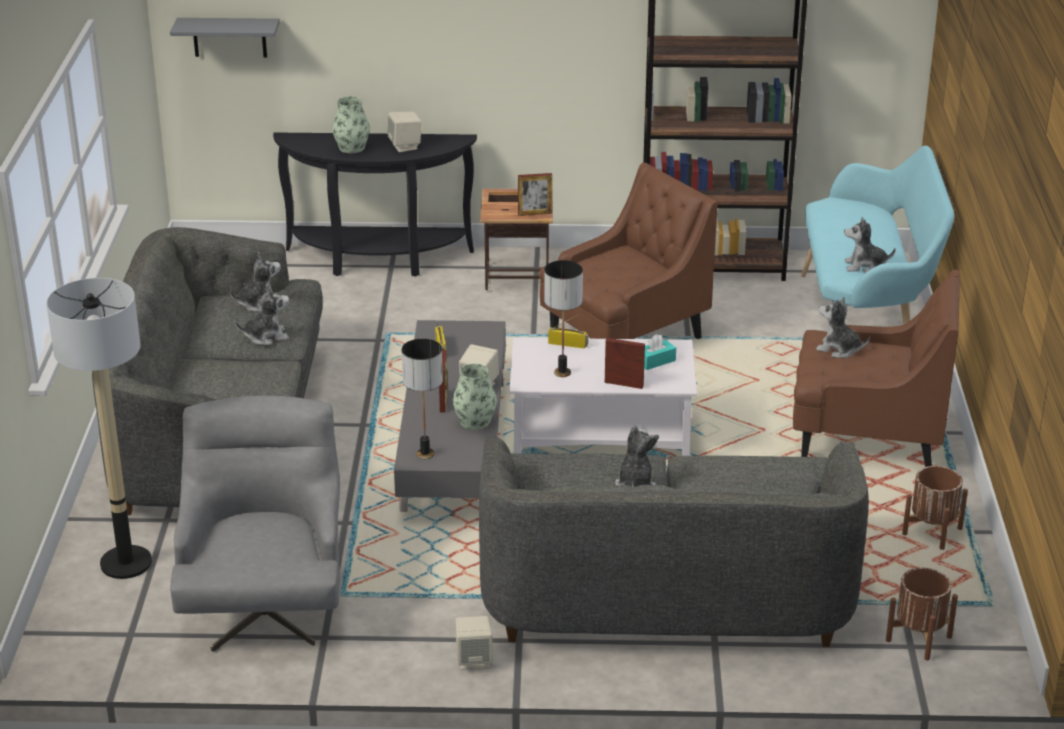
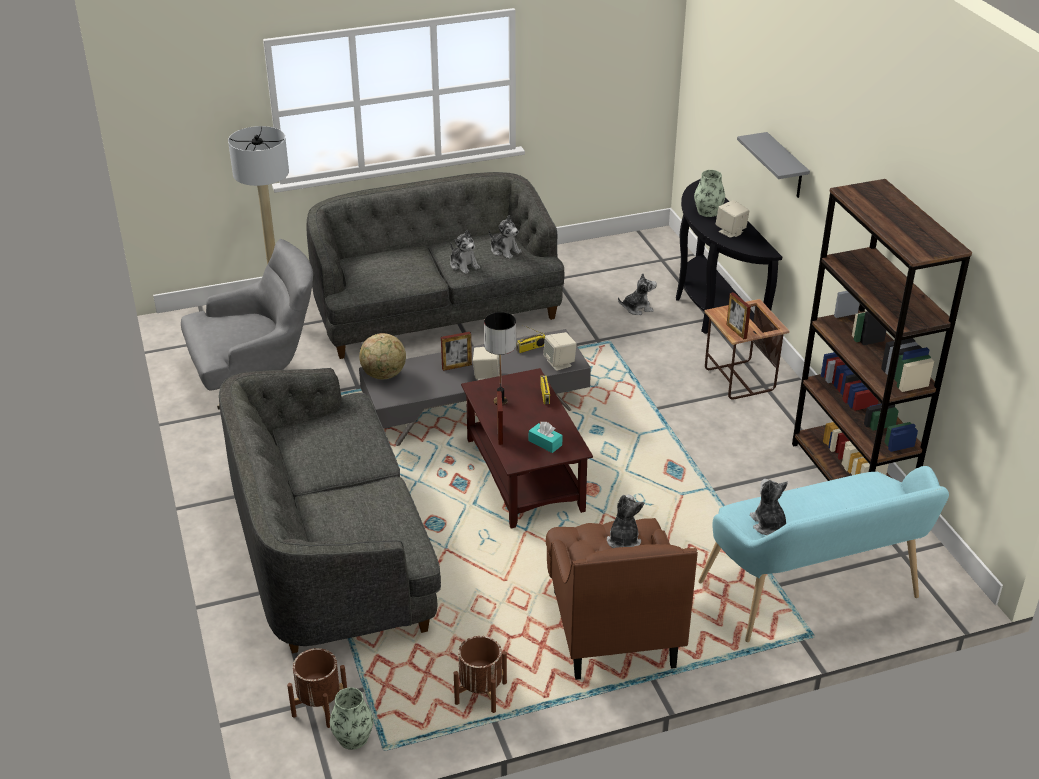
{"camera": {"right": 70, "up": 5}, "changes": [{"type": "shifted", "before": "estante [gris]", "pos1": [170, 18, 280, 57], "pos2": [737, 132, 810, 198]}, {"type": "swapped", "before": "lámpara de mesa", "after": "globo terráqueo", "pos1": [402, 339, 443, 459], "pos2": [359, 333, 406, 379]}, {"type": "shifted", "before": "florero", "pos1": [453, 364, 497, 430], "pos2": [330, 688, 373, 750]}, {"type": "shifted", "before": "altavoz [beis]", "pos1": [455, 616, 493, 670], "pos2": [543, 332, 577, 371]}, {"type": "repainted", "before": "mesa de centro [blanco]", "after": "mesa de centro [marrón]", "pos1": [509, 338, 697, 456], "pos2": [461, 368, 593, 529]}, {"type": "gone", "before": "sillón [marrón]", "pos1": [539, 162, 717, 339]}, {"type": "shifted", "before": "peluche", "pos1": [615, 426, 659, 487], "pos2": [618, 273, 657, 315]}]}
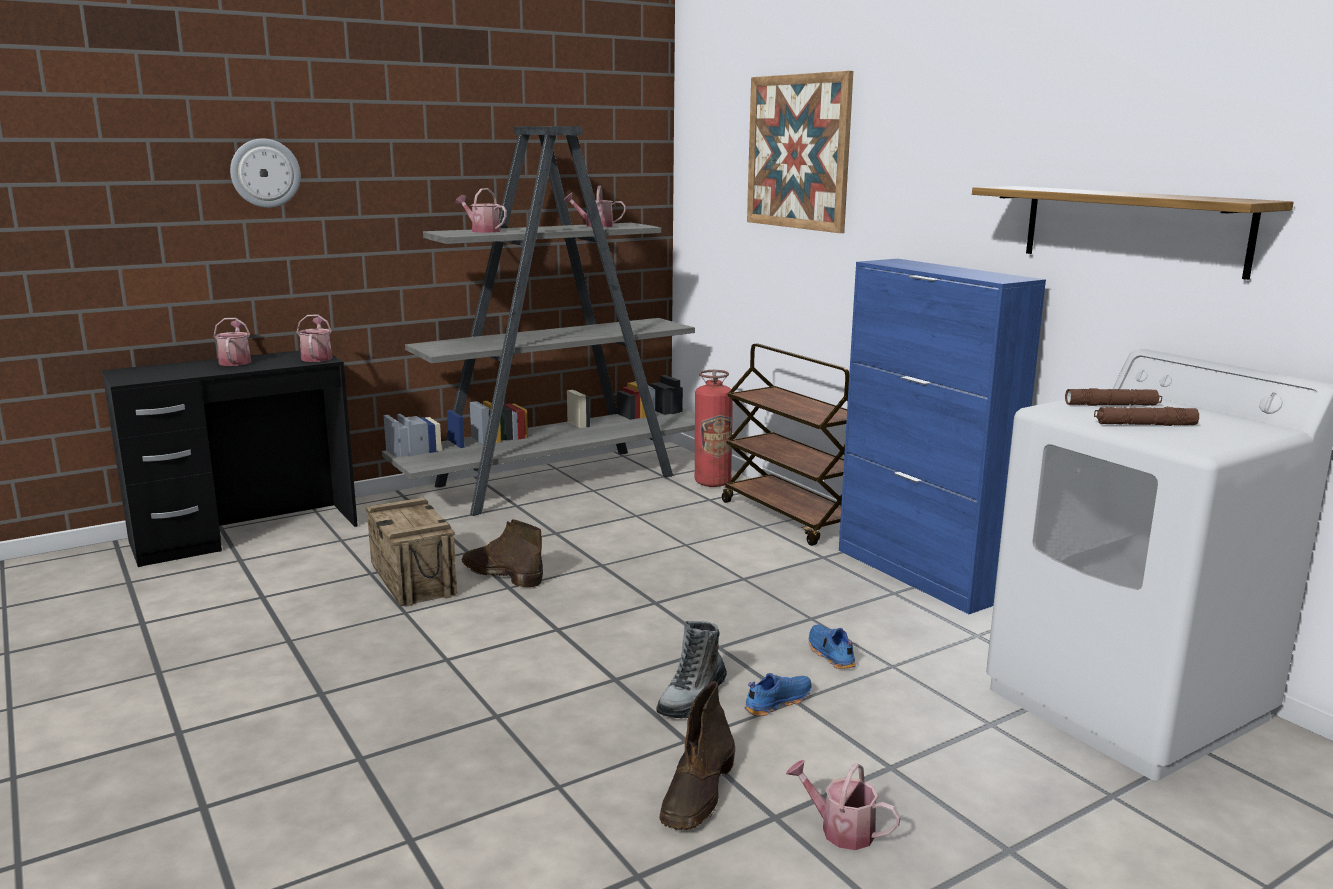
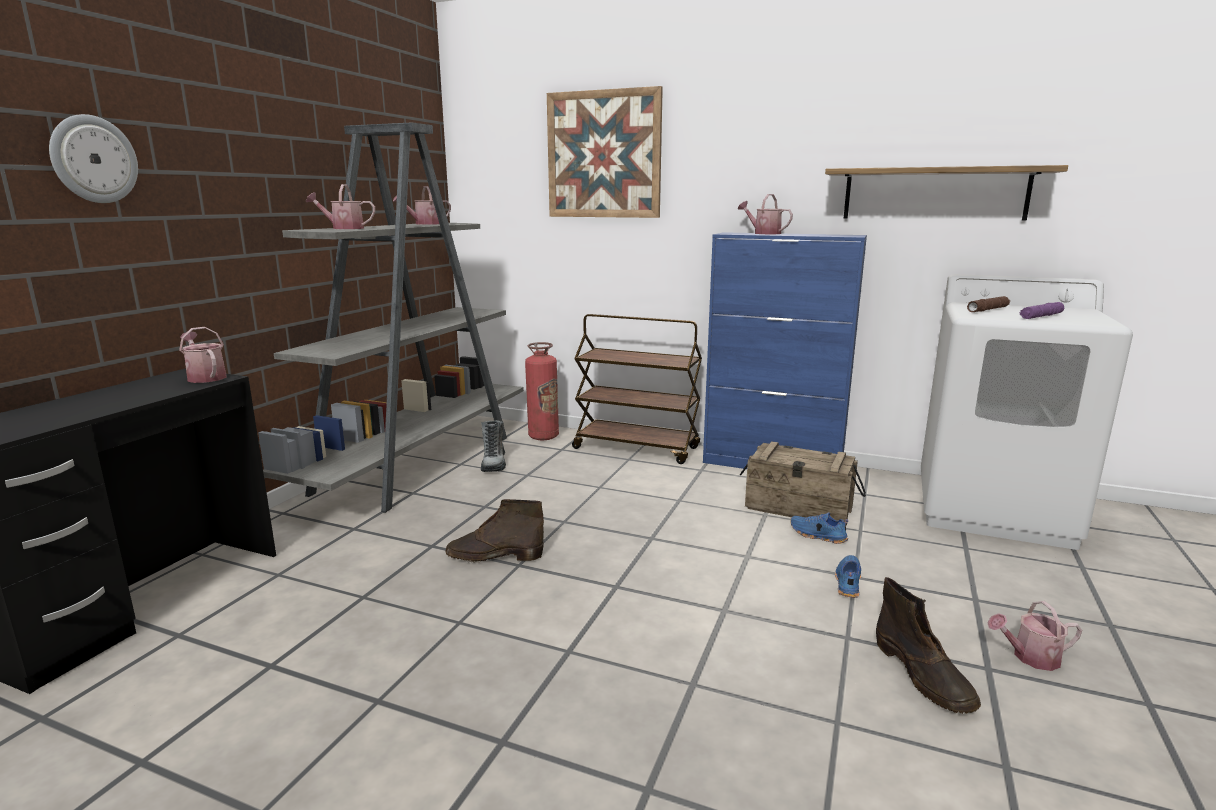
{"camera": {"right": -35, "up": 0}, "changes": [{"type": "shifted", "before": "regadera", "pos1": [213, 318, 252, 366], "pos2": [738, 194, 793, 234]}, {"type": "shifted", "before": "caja de embalaje", "pos1": [365, 497, 457, 606], "pos2": [740, 441, 866, 526]}, {"type": "shifted", "before": "bota", "pos1": [656, 621, 727, 719], "pos2": [481, 420, 506, 472]}, {"type": "repainted", "before": "linterna [marrón]", "after": "linterna [morado]", "pos1": [1094, 407, 1199, 426], "pos2": [1020, 302, 1064, 319]}]}
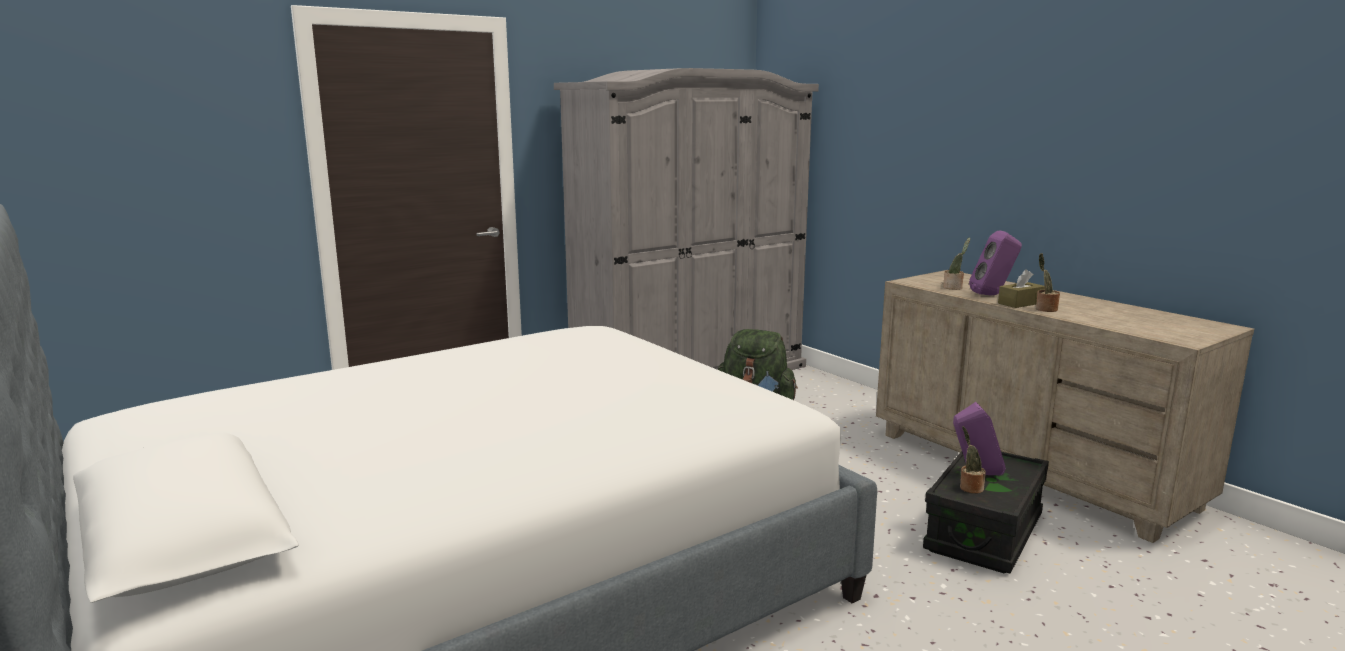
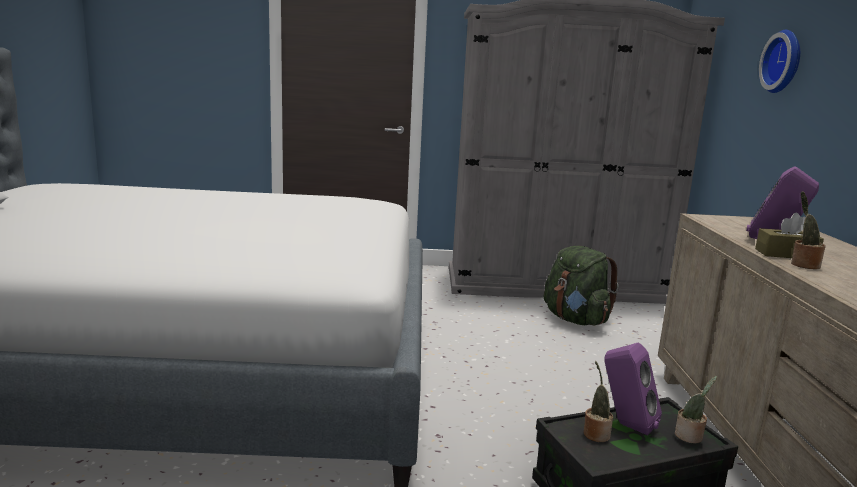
{"camera": {"right": 35, "up": 0}, "changes": [{"type": "shifted", "before": "planta en maceta", "pos1": [943, 237, 970, 290], "pos2": [675, 376, 717, 444]}, {"type": "new", "after": "reloj de pared", "pos2": [759, 30, 800, 93]}]}
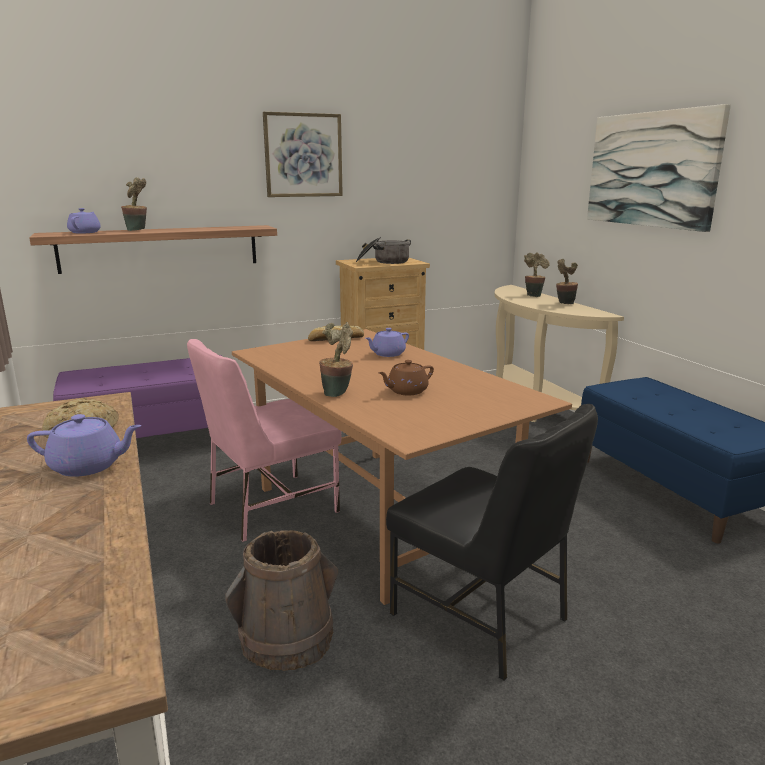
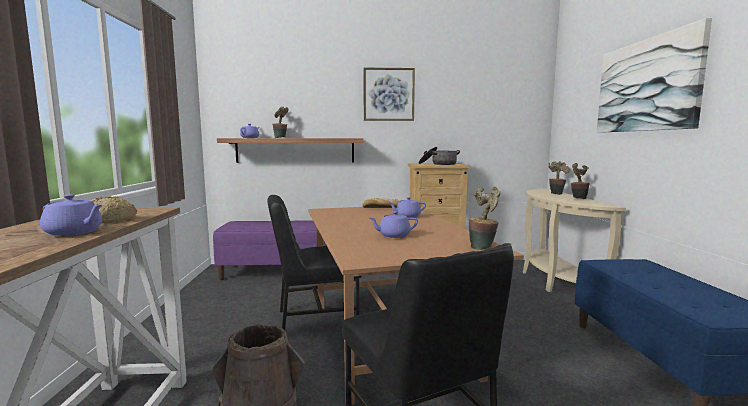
{"camera": {"right": 20, "up": -10}, "changes": [{"type": "repainted", "before": "silla [rosa]", "after": "silla [negro]", "pos1": [187, 339, 342, 542], "pos2": [267, 195, 361, 330]}, {"type": "shifted", "before": "planta en maceta", "pos1": [319, 322, 353, 397], "pos2": [469, 187, 500, 250]}, {"type": "repainted", "before": "tetera [marrón]", "after": "tetera [morado]", "pos1": [378, 360, 434, 395], "pos2": [369, 211, 418, 238]}]}
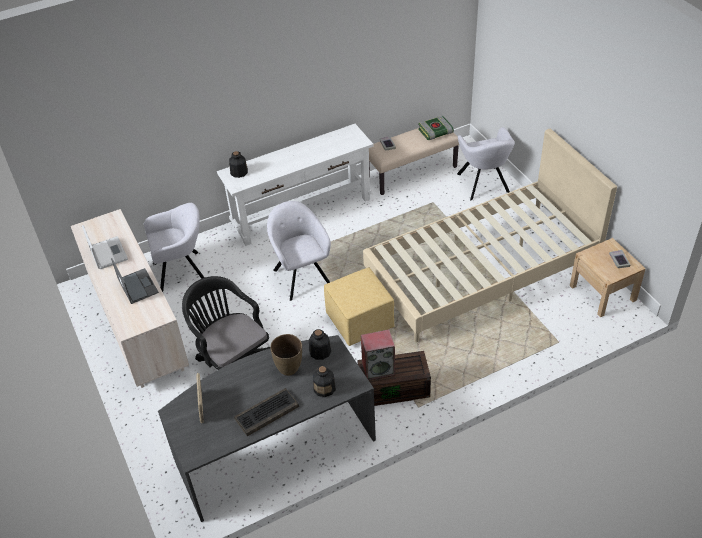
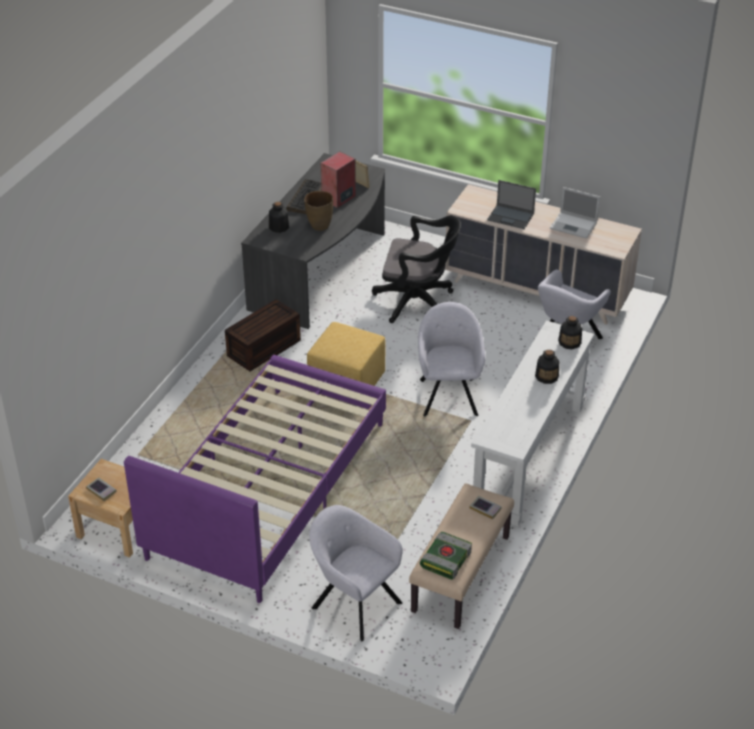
{"camera": {"right": 140, "up": -5}, "changes": [{"type": "rotated", "before": "sillón [gris]", "pos1": [267, 201, 331, 301], "pos2": [418, 302, 485, 416], "turn": -120}, {"type": "shifted", "before": "botella", "pos1": [309, 329, 331, 360], "pos2": [535, 350, 559, 384]}, {"type": "shifted", "before": "altavoz", "pos1": [361, 329, 395, 381], "pos2": [321, 151, 356, 208]}, {"type": "repainted", "before": "cama [beis]", "after": "cama [morado]", "pos1": [363, 129, 617, 342], "pos2": [124, 355, 386, 603]}]}
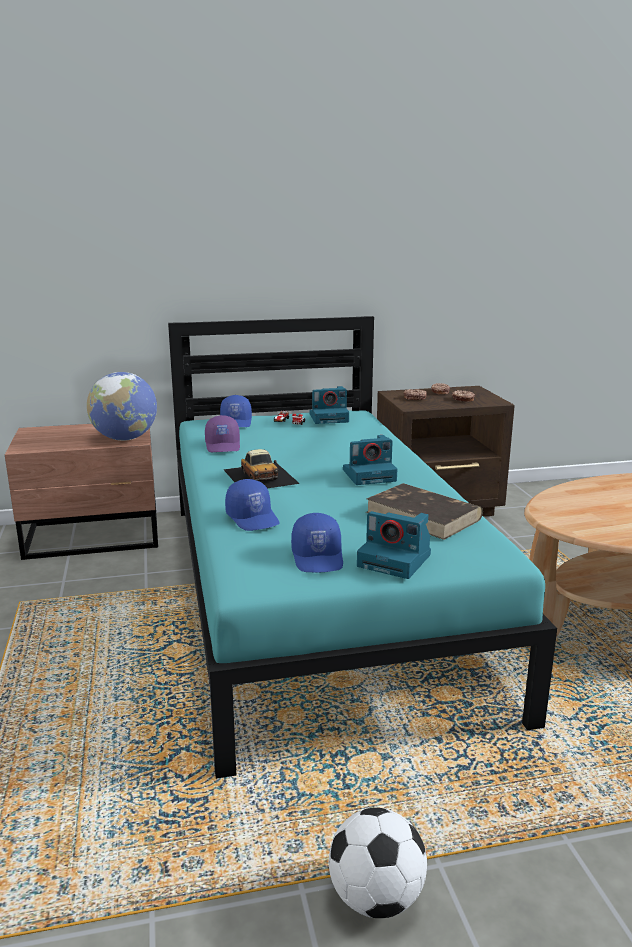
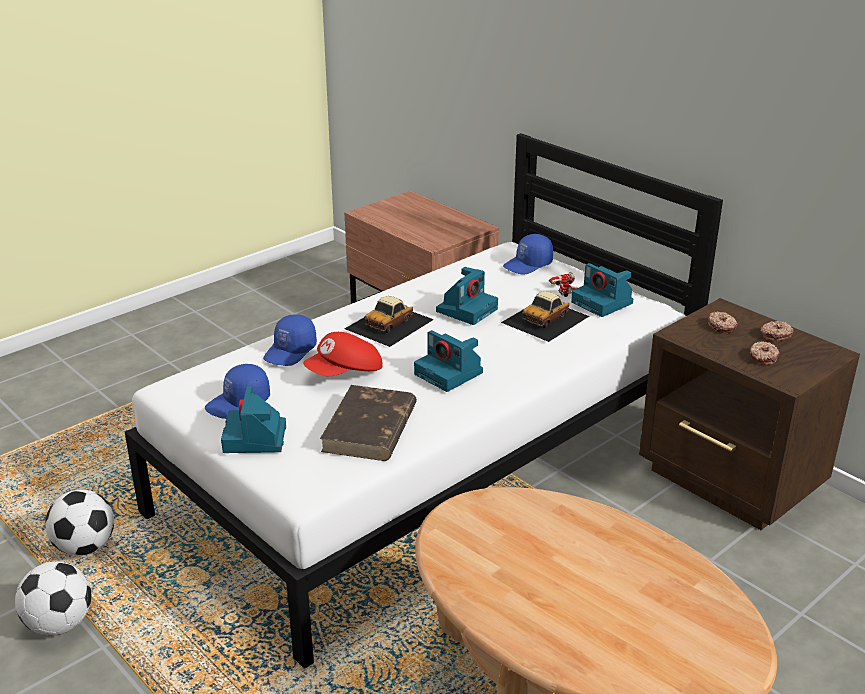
{"camera": {"right": 60, "up": 10}, "changes": [{"type": "gone", "before": "globo terráqueo", "pos1": [87, 372, 157, 441]}, {"type": "repainted", "before": "cama [turquesa]", "after": "cama [blanco]", "pos1": [168, 316, 557, 779], "pos2": [125, 133, 723, 669]}, {"type": "gone", "before": "gorra [morado]", "pos1": [205, 415, 240, 452]}, {"type": "new", "after": "balón de fútbol", "pos2": [45, 489, 114, 556]}, {"type": "new", "after": "gorra [rojo]", "pos2": [303, 332, 382, 377]}, {"type": "new", "after": "cámara", "pos2": [436, 267, 498, 325]}, {"type": "new", "after": "coche de juguete", "pos2": [501, 291, 589, 342]}]}
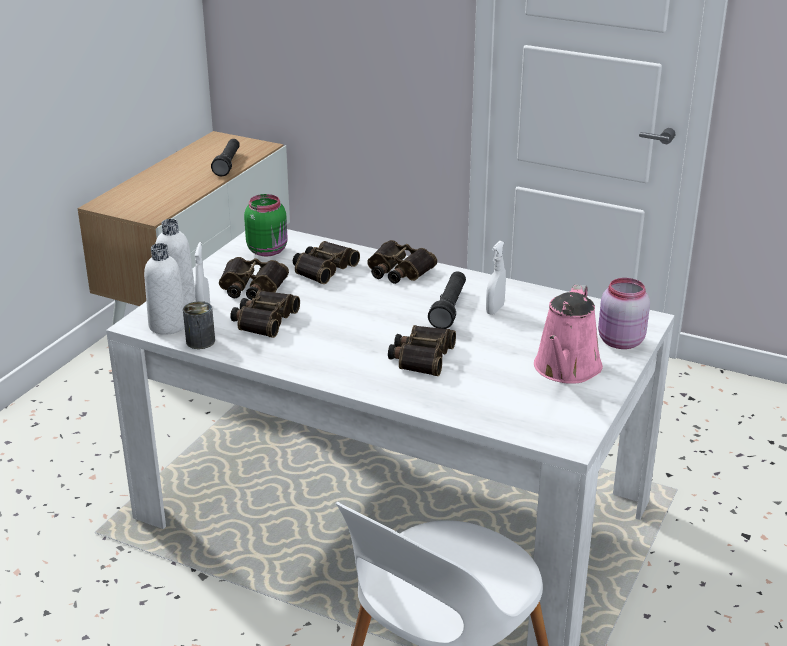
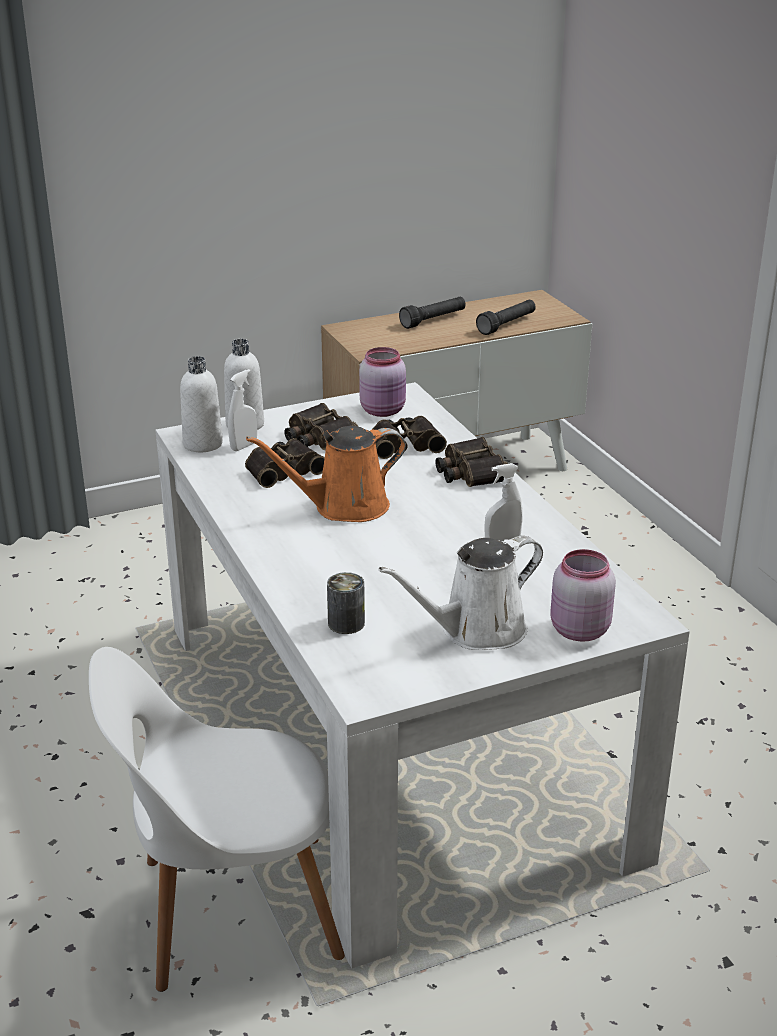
{"camera": {"right": 40, "up": 0}, "changes": [{"type": "shifted", "before": "lata", "pos1": [183, 301, 215, 349], "pos2": [327, 572, 365, 634]}, {"type": "repainted", "before": "tarro [verde]", "after": "tarro [rosa]", "pos1": [244, 194, 288, 256], "pos2": [359, 347, 406, 417]}, {"type": "gone", "before": "prismáticos", "pos1": [388, 325, 456, 376]}, {"type": "shifted", "before": "linterna [negro]", "pos1": [428, 271, 466, 329], "pos2": [399, 297, 466, 329]}, {"type": "repainted", "before": "regadera [rosa]", "after": "regadera [blanco]", "pos1": [534, 284, 603, 384], "pos2": [379, 536, 543, 650]}, {"type": "new", "after": "regadera [naranja]", "pos2": [246, 426, 406, 522]}]}
